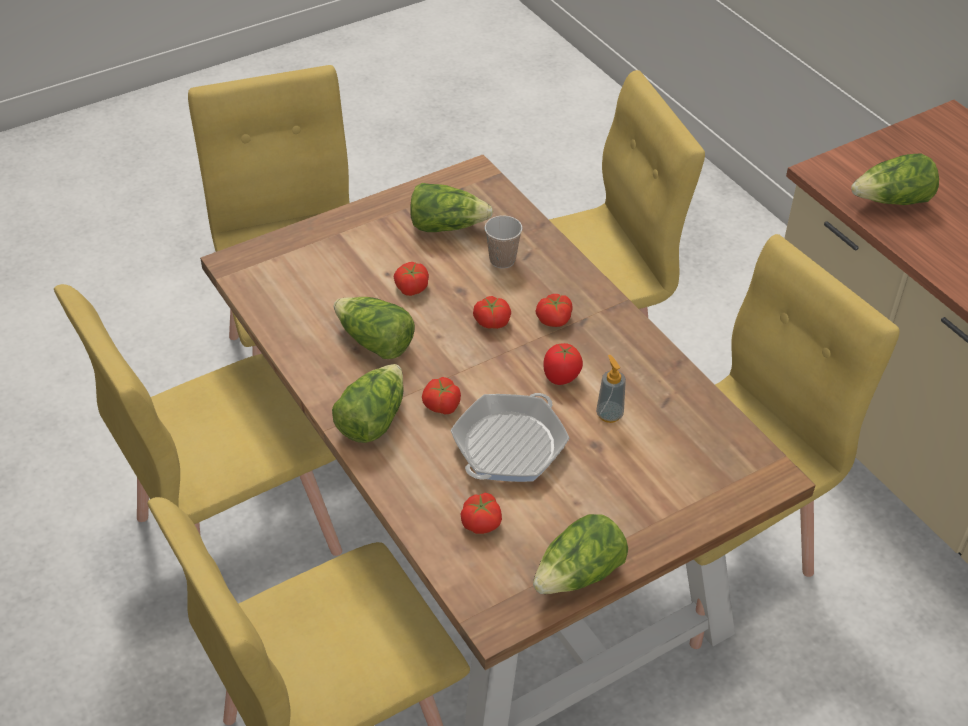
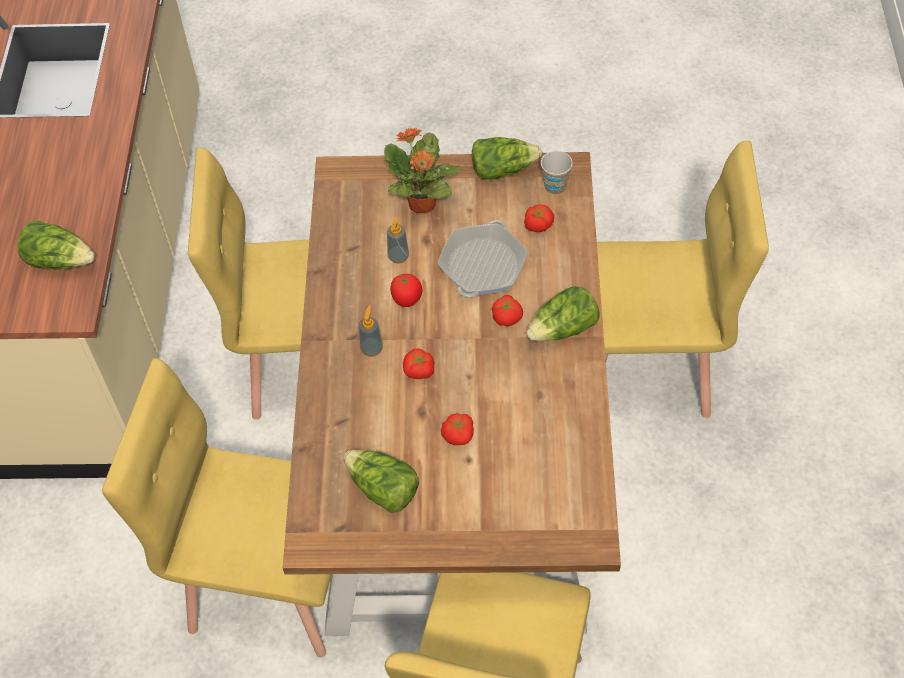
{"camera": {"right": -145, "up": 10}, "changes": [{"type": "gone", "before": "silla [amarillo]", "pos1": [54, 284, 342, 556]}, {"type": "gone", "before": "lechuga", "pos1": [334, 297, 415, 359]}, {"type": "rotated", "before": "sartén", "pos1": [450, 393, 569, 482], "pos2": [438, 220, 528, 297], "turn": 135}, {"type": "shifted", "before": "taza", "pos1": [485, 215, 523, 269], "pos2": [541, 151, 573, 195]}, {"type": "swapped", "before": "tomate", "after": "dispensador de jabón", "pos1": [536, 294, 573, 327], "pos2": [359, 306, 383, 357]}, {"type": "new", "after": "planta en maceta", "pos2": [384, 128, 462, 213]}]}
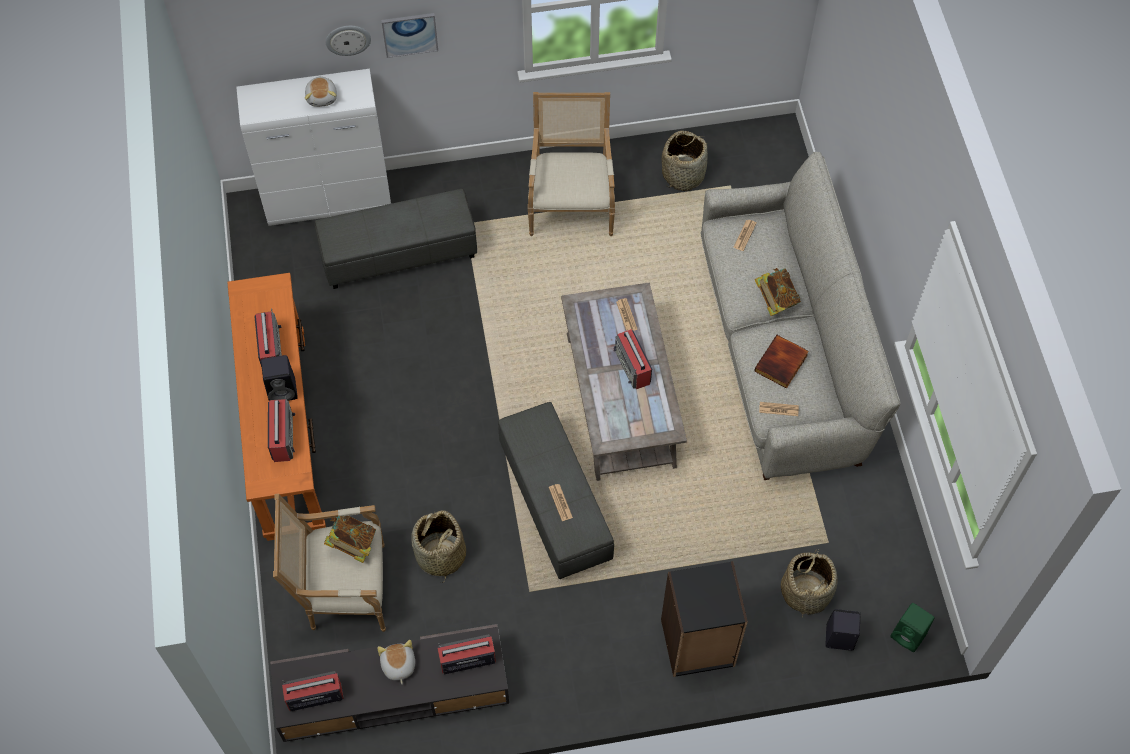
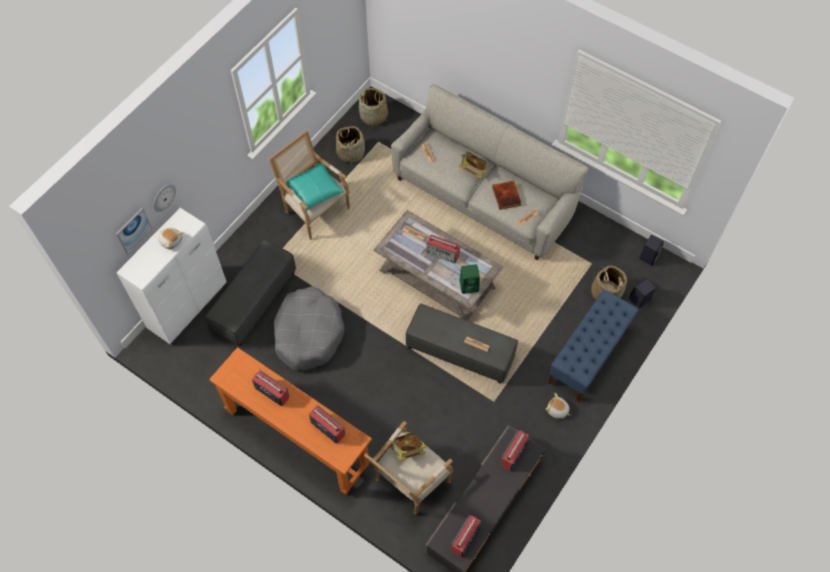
{"camera": {"right": -45, "up": 0}, "changes": [{"type": "shifted", "before": "altavoz [negro]", "pos1": [261, 355, 298, 401], "pos2": [639, 235, 664, 266]}, {"type": "shifted", "before": "peluche", "pos1": [377, 640, 415, 684], "pos2": [546, 393, 571, 419]}, {"type": "shifted", "before": "cuadro", "pos1": [381, 13, 438, 58], "pos2": [115, 208, 152, 254]}, {"type": "shifted", "before": "cesta", "pos1": [411, 510, 466, 583], "pos2": [359, 88, 388, 126]}, {"type": "swapped", "before": "estantería [negro]", "after": "banco [azul]", "pos1": [661, 561, 748, 677], "pos2": [548, 289, 639, 402]}, {"type": "shifted", "before": "altavoz [verde]", "pos1": [890, 603, 935, 652], "pos2": [459, 264, 480, 294]}, {"type": "new", "after": "cama para perro [gris]", "pos2": [274, 286, 345, 371]}, {"type": "new", "after": "cojín [turquesa]", "pos2": [286, 162, 344, 212]}]}
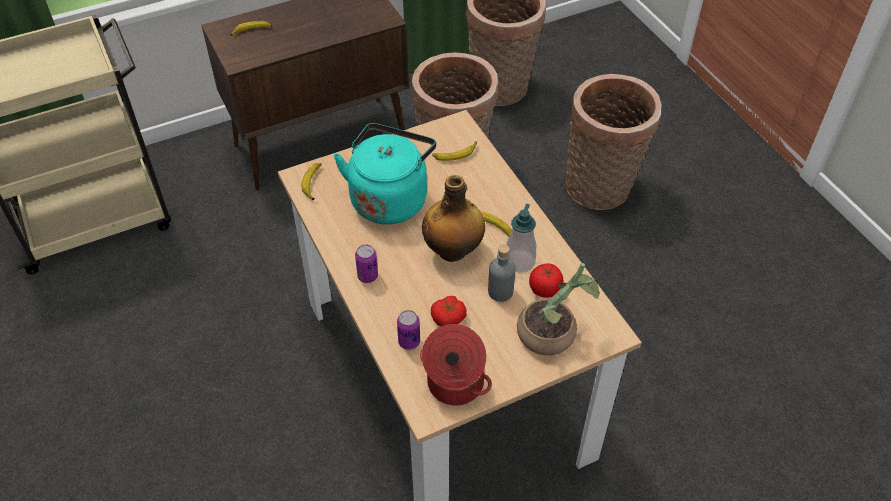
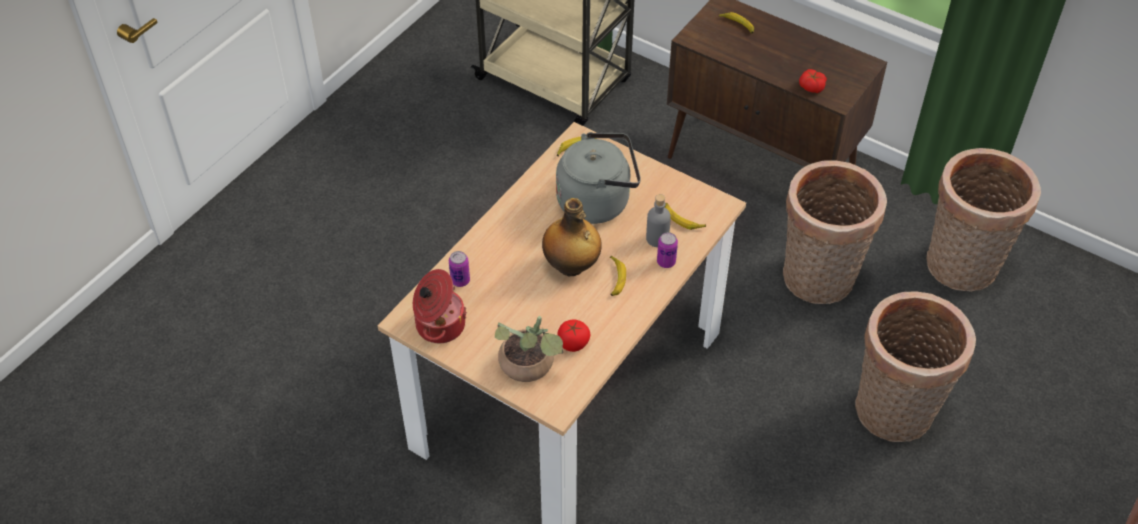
{"camera": {"right": 60, "up": 0}, "changes": [{"type": "repainted", "before": "hervidor [turquesa]", "after": "hervidor [gris]", "pos1": [334, 123, 436, 224], "pos2": [556, 132, 641, 224]}, {"type": "shifted", "before": "lata", "pos1": [355, 244, 378, 283], "pos2": [657, 232, 678, 268]}, {"type": "shifted", "before": "tomate", "pos1": [431, 296, 467, 327], "pos2": [799, 69, 827, 93]}, {"type": "shifted", "before": "botella [gris]", "pos1": [488, 244, 516, 302], "pos2": [646, 194, 671, 247]}, {"type": "gone", "before": "dispensador de jabón", "pos1": [506, 204, 536, 273]}]}
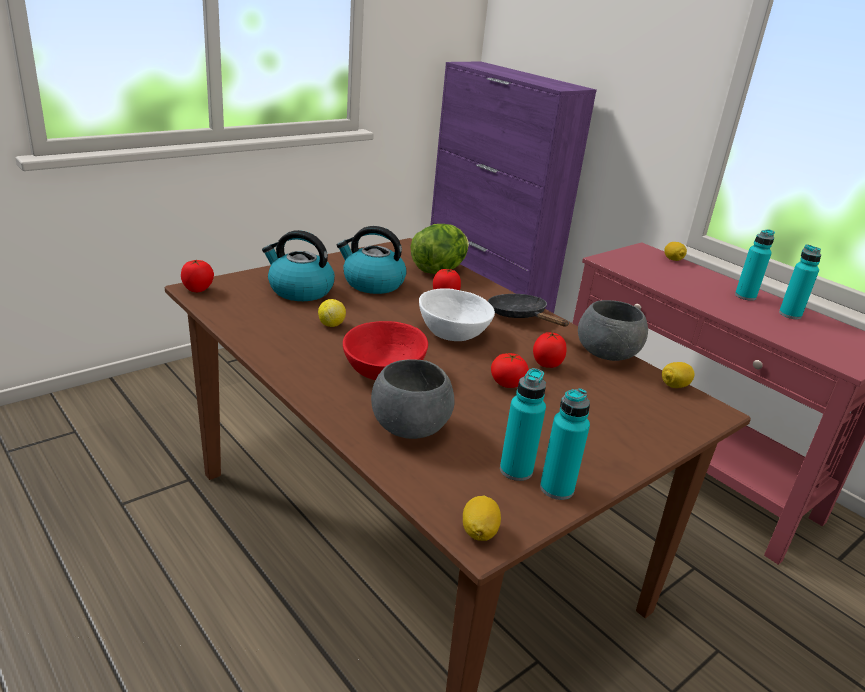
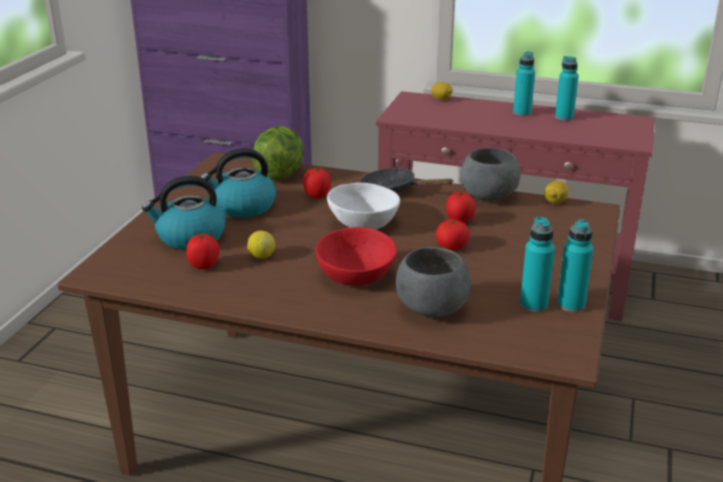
{"camera": {"right": -30, "up": 0}, "changes": [{"type": "shifted", "before": "tomate", "pos1": [181, 259, 214, 292], "pos2": [186, 234, 220, 269]}, {"type": "gone", "before": "limón", "pos1": [463, 495, 501, 541]}]}
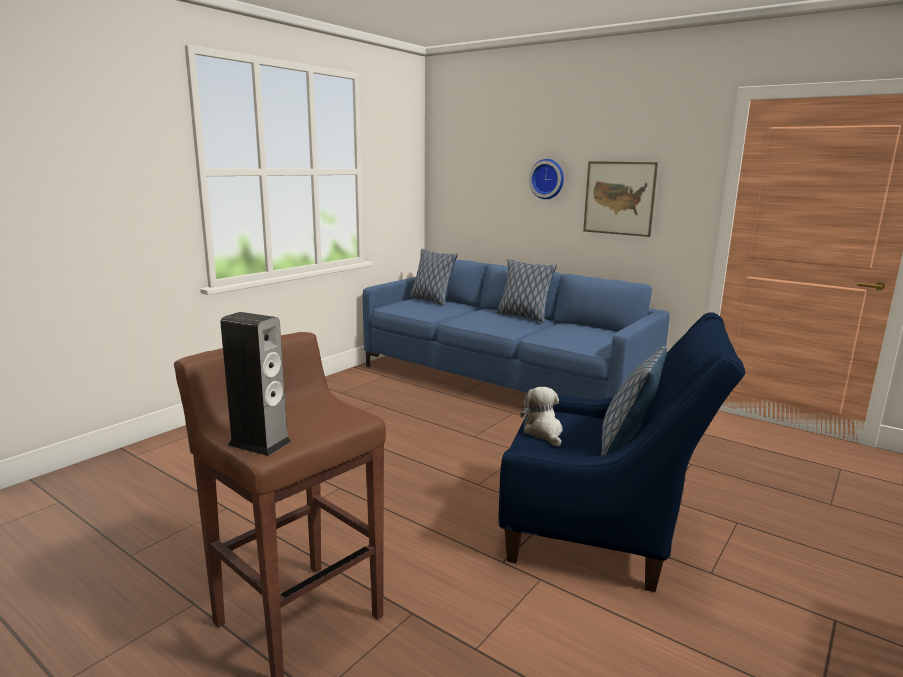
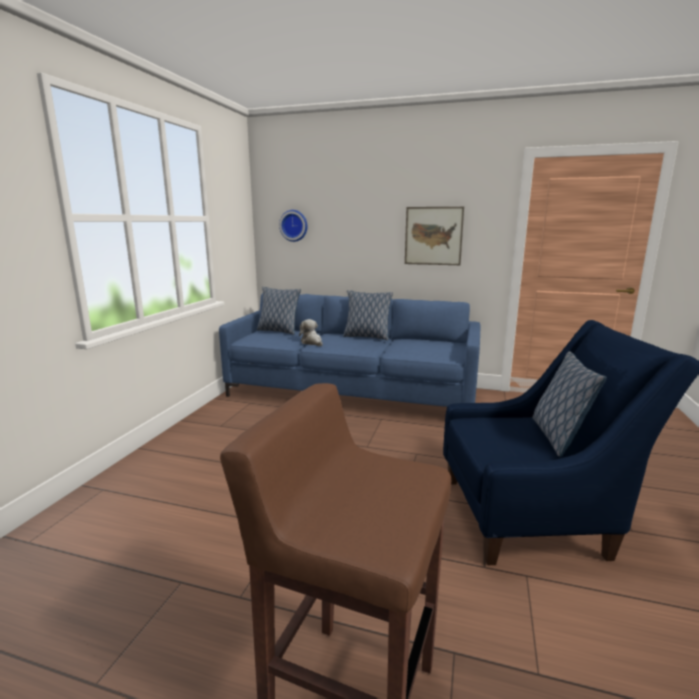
{"camera": {"right": -20, "up": 0}, "changes": [{"type": "gone", "before": "altavoz", "pos1": [220, 312, 292, 456]}, {"type": "shifted", "before": "peluche", "pos1": [520, 387, 563, 447], "pos2": [299, 319, 322, 346]}, {"type": "shifted", "before": "reloj de pared", "pos1": [529, 159, 564, 199], "pos2": [279, 210, 308, 242]}]}
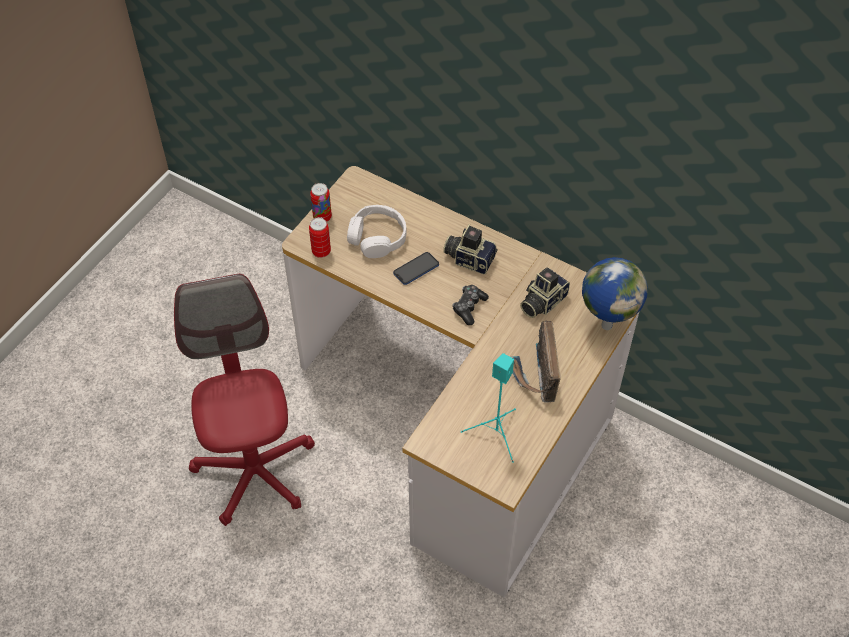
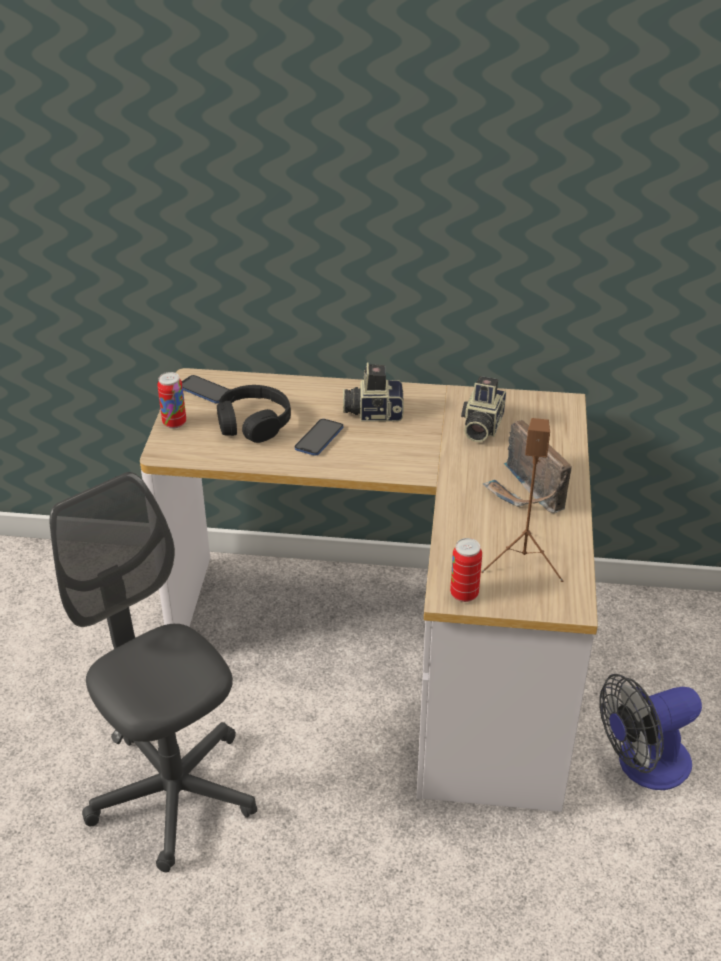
{"camera": {"right": -25, "up": -15}, "changes": [{"type": "repainted", "before": "silla de oficina [rojo]", "after": "silla de oficina [gris]", "pos1": [174, 274, 315, 526], "pos2": [49, 472, 257, 872]}, {"type": "shifted", "before": "lata", "pos1": [309, 217, 331, 258], "pos2": [450, 538, 482, 602]}, {"type": "repainted", "before": "auriculares [blanco]", "after": "auriculares [negro]", "pos1": [347, 205, 407, 258], "pos2": [217, 385, 291, 443]}, {"type": "gone", "before": "mando de consola", "pos1": [452, 285, 489, 325]}, {"type": "repainted", "before": "altavoz [turquesa]", "after": "altavoz [marrón]", "pos1": [461, 353, 516, 463], "pos2": [481, 418, 563, 582]}, {"type": "gone", "before": "globo terráqueo", "pos1": [582, 257, 648, 330]}, {"type": "new", "after": "móvil", "pos2": [182, 375, 230, 403]}, {"type": "new", "after": "ventilador", "pos2": [599, 674, 702, 790]}]}
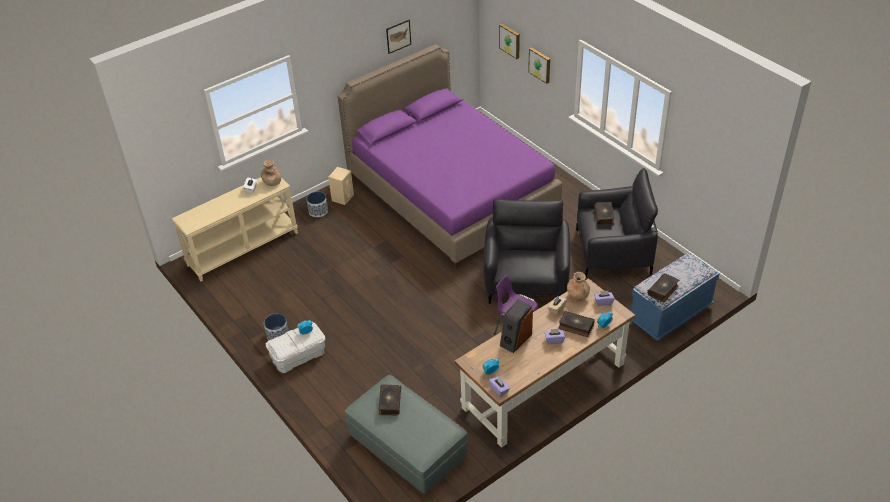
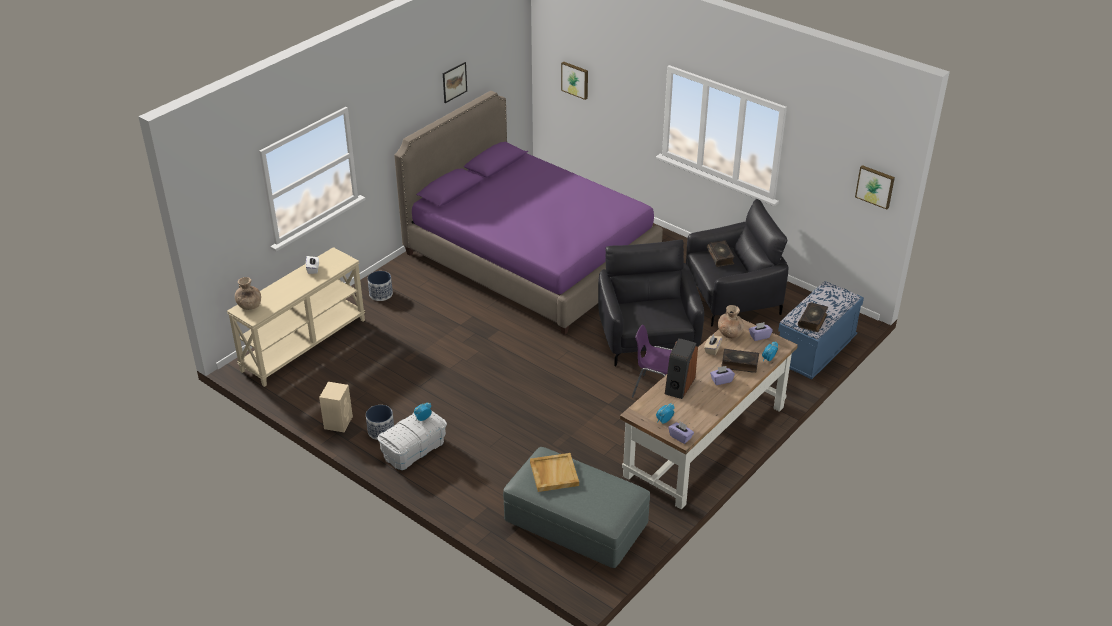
{"camera": {"right": -15, "up": -5}, "changes": [{"type": "shifted", "before": "florero [marrón]", "pos1": [261, 160, 281, 186], "pos2": [235, 277, 261, 310]}, {"type": "shifted", "before": "altavoz [beis]", "pos1": [328, 167, 354, 205], "pos2": [319, 382, 353, 432]}, {"type": "swapped", "before": "libro", "after": "bandeja [beis]", "pos1": [378, 384, 401, 415], "pos2": [530, 453, 579, 492]}, {"type": "shifted", "before": "cuadro", "pos1": [528, 47, 550, 84], "pos2": [855, 165, 895, 210]}]}
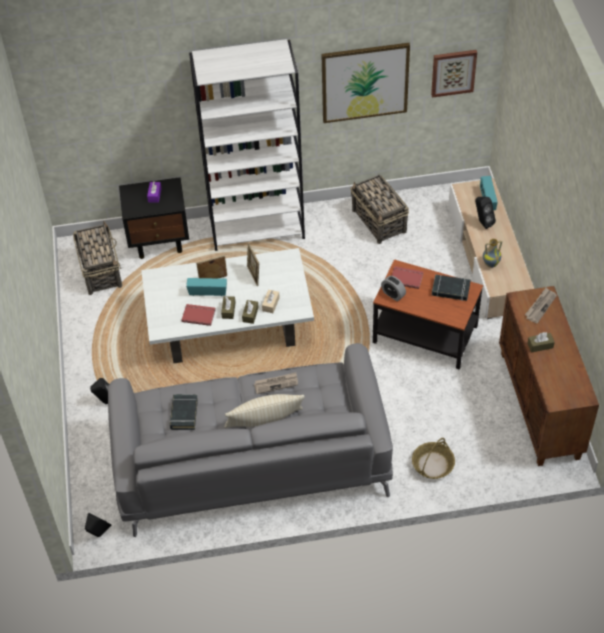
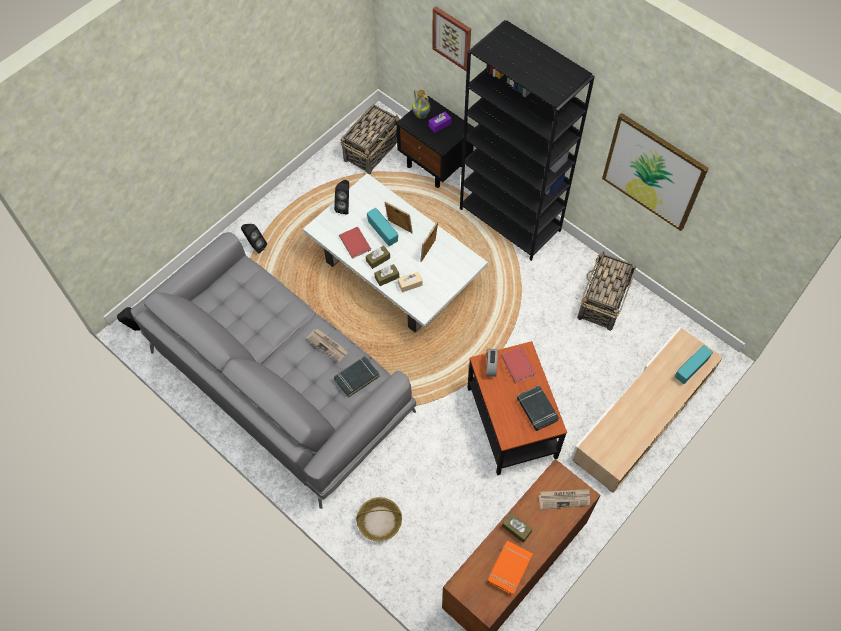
{"camera": {"right": 50, "up": 10}, "changes": [{"type": "shifted", "before": "libro [negro]", "pos1": [170, 394, 198, 430], "pos2": [334, 356, 380, 398]}, {"type": "repainted", "before": "estantería [blanco]", "after": "estantería [negro]", "pos1": [189, 39, 305, 251], "pos2": [460, 20, 595, 261]}, {"type": "gone", "before": "cojín [beis]", "pos1": [224, 394, 305, 428]}, {"type": "shifted", "before": "cuadro", "pos1": [431, 50, 477, 98], "pos2": [432, 6, 471, 71]}, {"type": "shifted", "before": "altavoz [negro]", "pos1": [475, 197, 496, 229], "pos2": [334, 180, 349, 214]}, {"type": "shifted", "before": "florero", "pos1": [483, 239, 502, 268], "pos2": [412, 90, 430, 119]}, {"type": "new", "after": "libro [naranja]", "pos2": [487, 541, 533, 596]}]}
